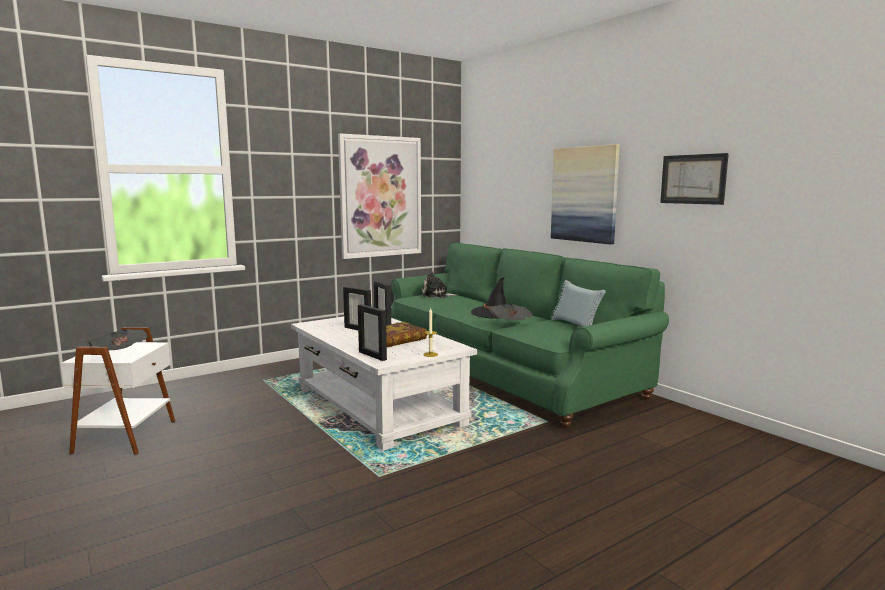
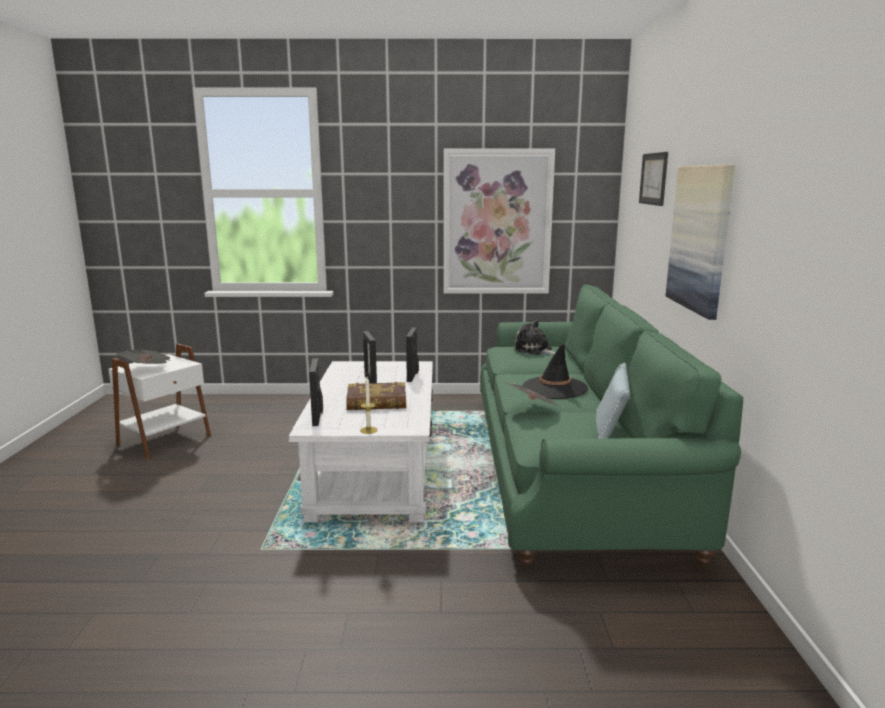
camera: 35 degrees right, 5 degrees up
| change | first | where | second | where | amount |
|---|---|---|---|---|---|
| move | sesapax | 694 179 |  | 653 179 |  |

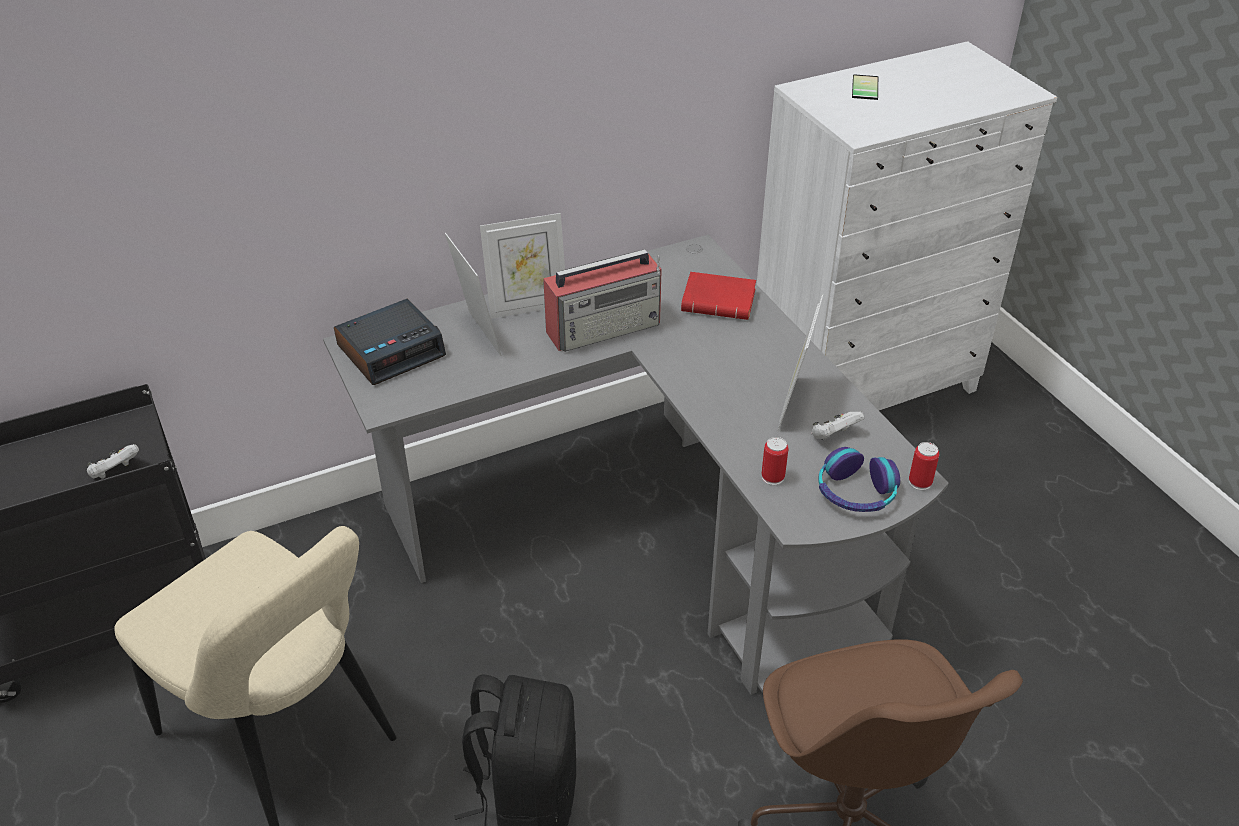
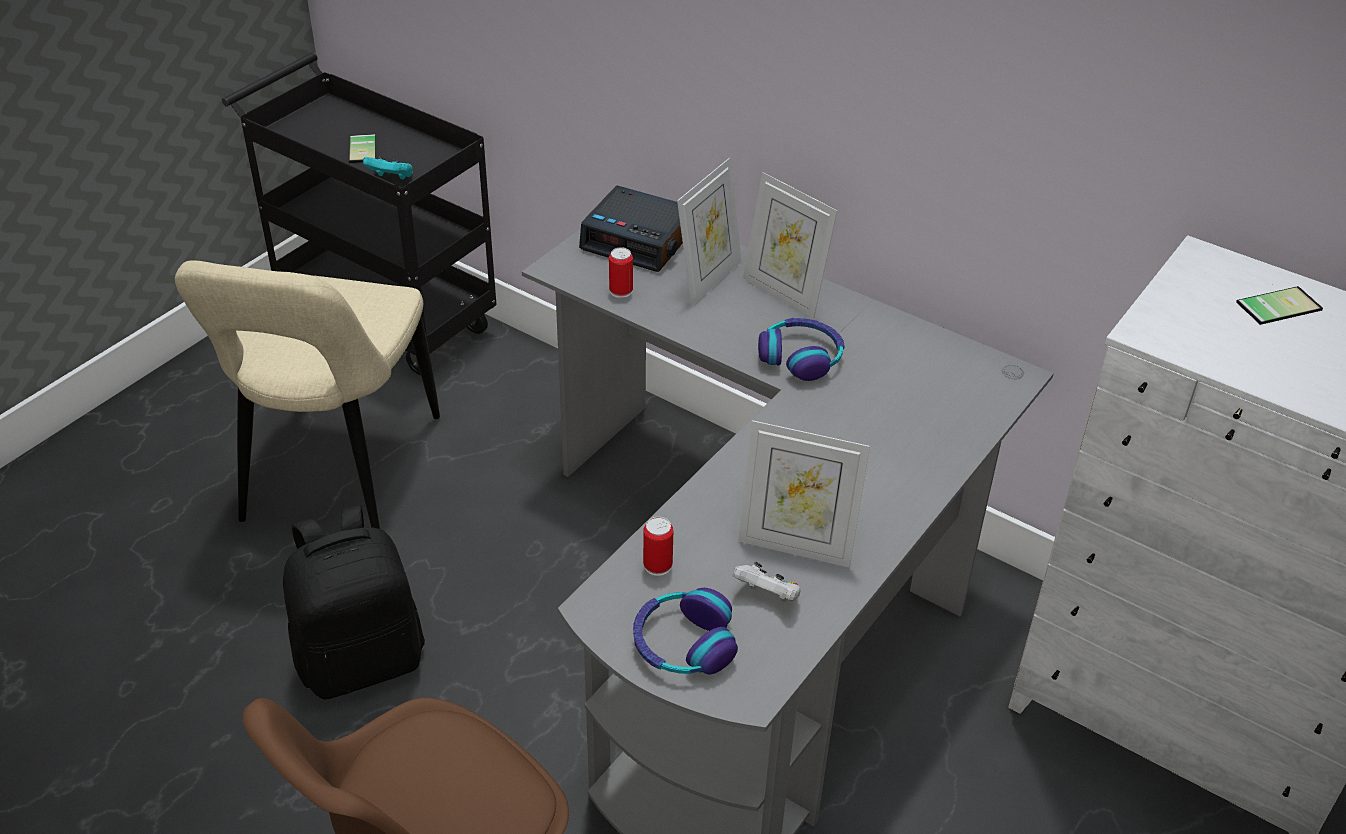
camera: 60 degrees right, 0 degrees up
| change | first | where | second | where | amount |
|---|---|---|---|---|---|
| insert |  |  | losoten | 362 148 |  |
| recolor | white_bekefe | 113 461 | turquoise_bekefe | 388 168 |  |
| move | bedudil | 924 466 |  | 621 272 |  |
| rotate | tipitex | 800 362 |  | 804 494 | 150 degrees counterclockwise |
| replace | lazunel | 602 300 | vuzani | 801 349 |  |
| delete | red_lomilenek | 718 296 |  |  |  |

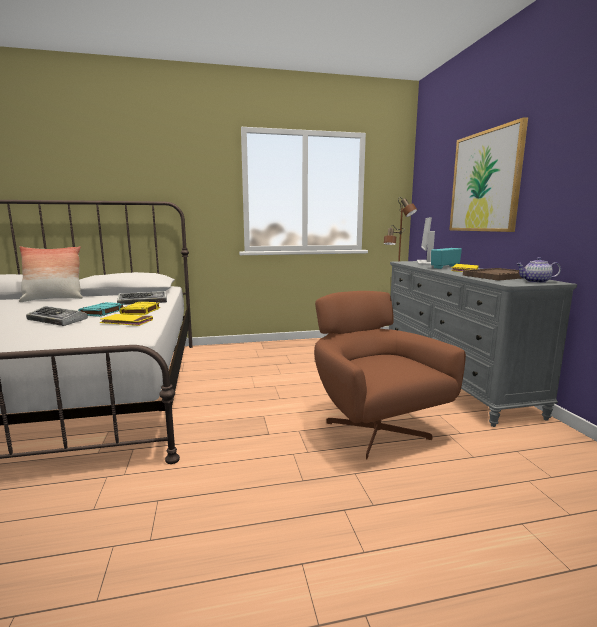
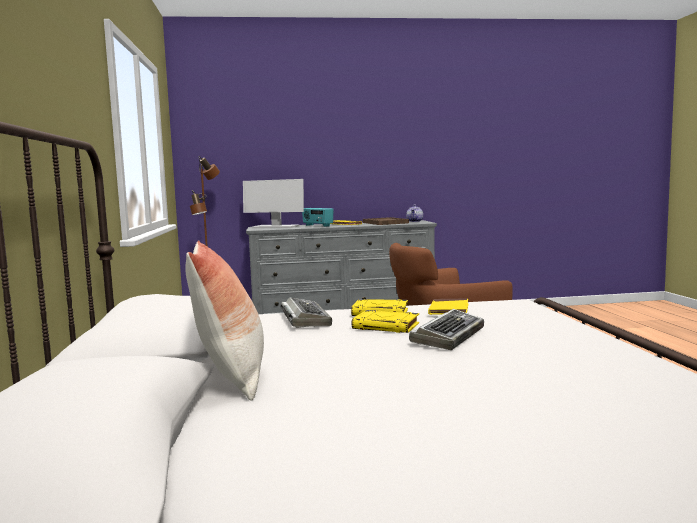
camera: 85 degrees left, 5 degrees down
| change | first | where | second | where | amount |
|---|---|---|---|---|---|
| recolor | turquoise_lomilenek | 101 309 | yellow_lomilenek | 385 321 |  |
| delete | sesapax | 488 174 |  |  |  |

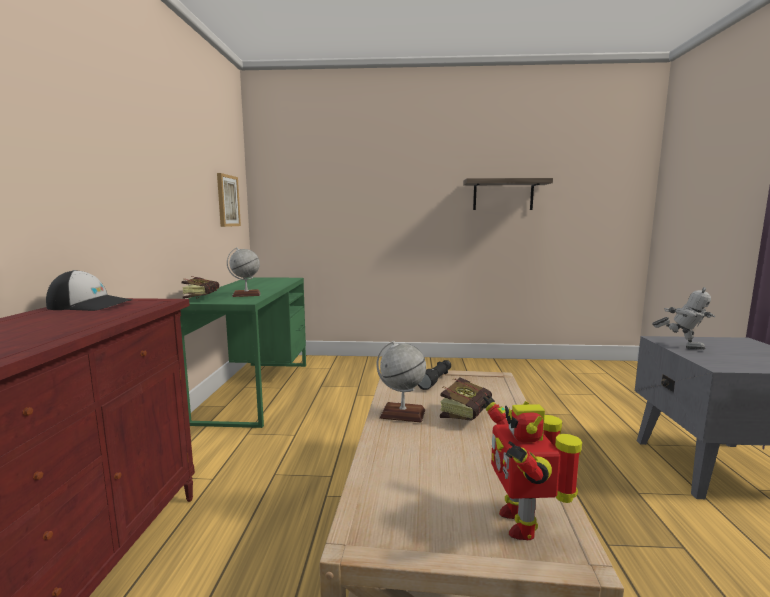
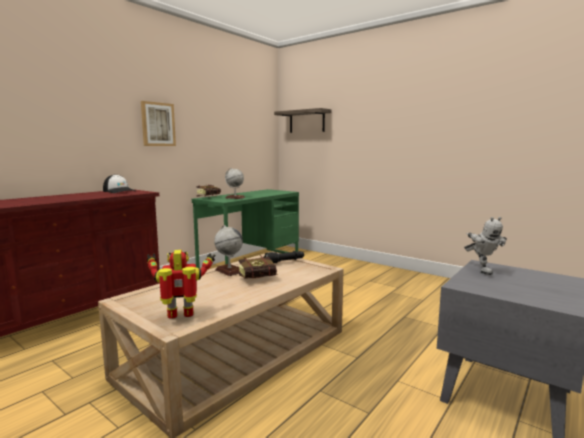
camera: 35 degrees right, 0 degrees up
| change | first | where | second | where | amount |
|---|---|---|---|---|---|
| move | sesapax | 229 200 |  | 158 123 |  |
| rotate | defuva | 532 467 |  | 181 284 | 45 degrees clockwise |
| move | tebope | 508 194 |  | 302 120 |  |

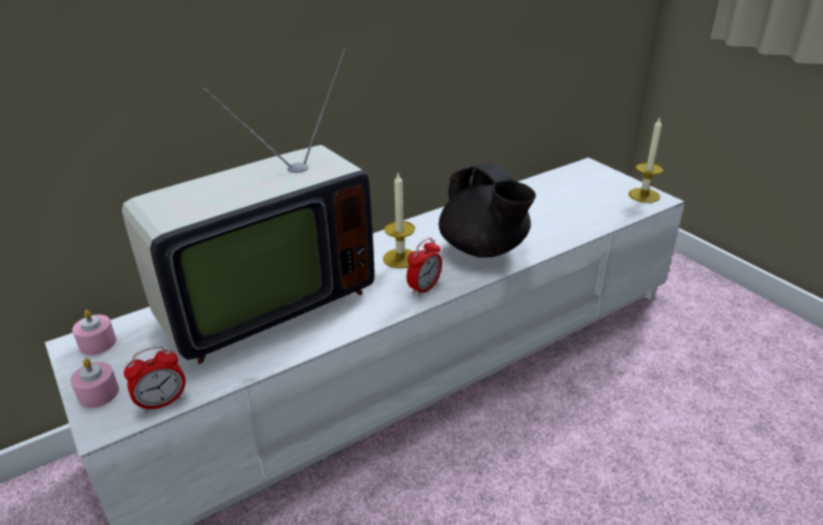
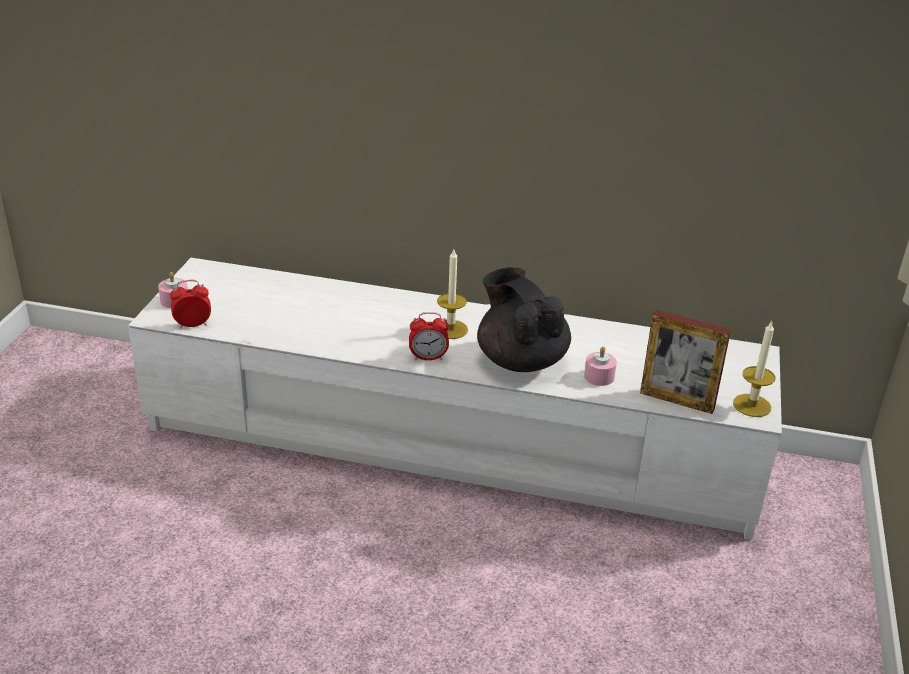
camera: 45 degrees right, 0 degrees up
| change | first | where | second | where | amount |
|---|---|---|---|---|---|
| rotate | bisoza | 155 379 |  | 190 304 | 150 degrees clockwise |
| rotate | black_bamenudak | 487 210 |  | 524 319 | 135 degrees clockwise |
| move | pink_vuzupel | 94 332 |  | 600 366 |  |
| insert |  |  | tipitex | 685 362 |  |
| delete | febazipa | 248 206 |  |  |  |

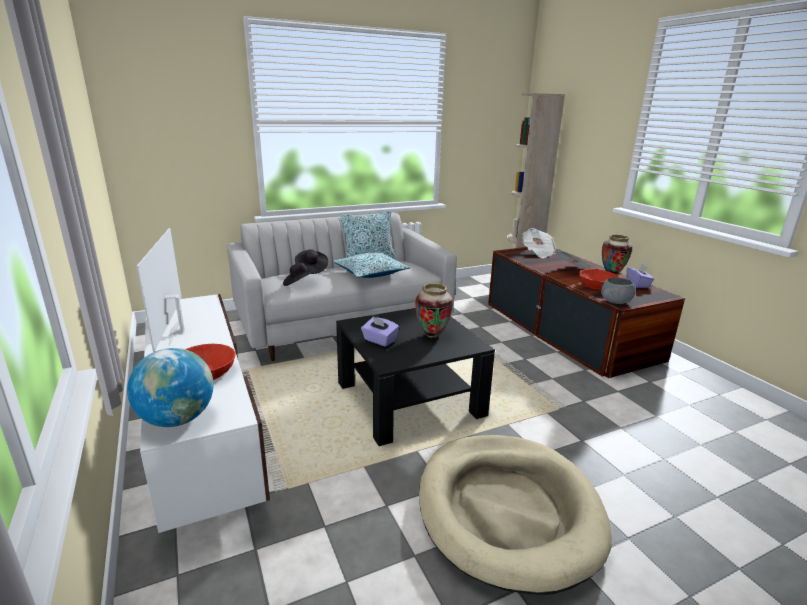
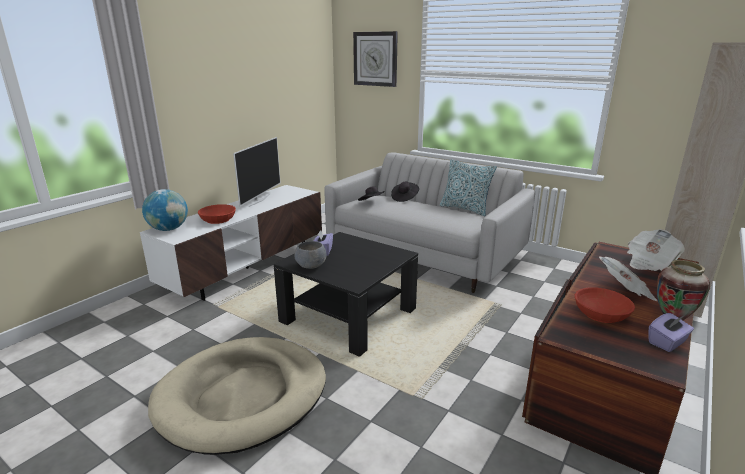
camera: 60 degrees right, 0 degrees up
| change | first | where | second | where | amount |
|---|---|---|---|---|---|
| rotate | febazipa | 160 290 |  | 256 172 | 150 degrees clockwise |
| move | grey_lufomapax | 618 290 |  | 310 255 |  |
| insert |  |  | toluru | 375 59 |  |
| delete | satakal | 371 265 |  |  |  |
| delete | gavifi | 434 310 |  |  |  |

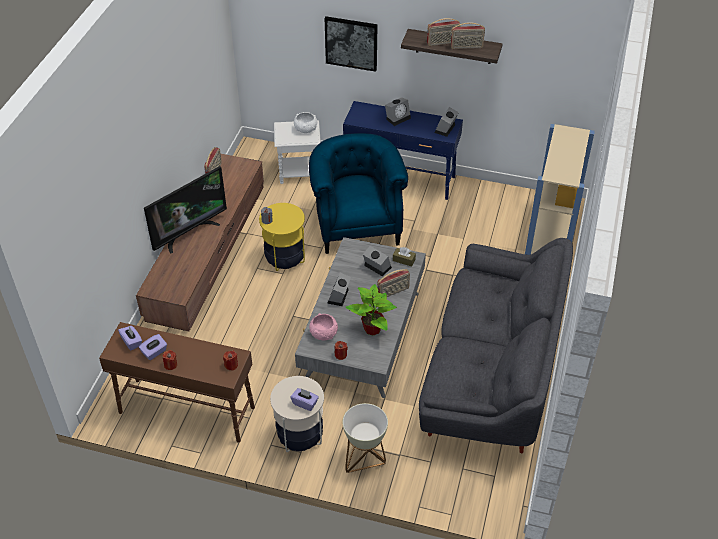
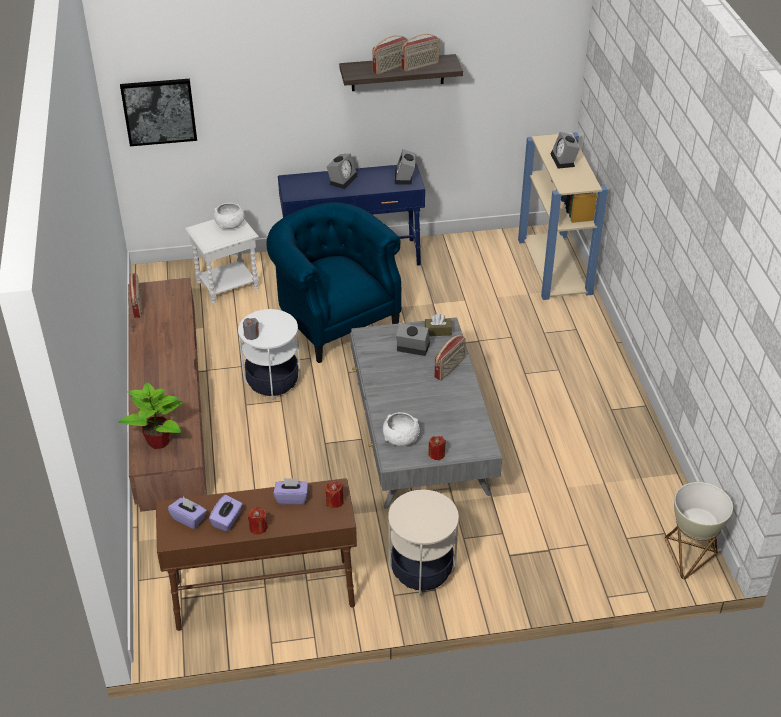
camera: 25 degrees left, 5 degrees down
| change | first | where | second | where | amount |
|---|---|---|---|---|---|
| move | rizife | 371 309 |  | 151 415 |  |
| move | sesapax | 351 44 |  | 158 112 |  |
| recolor | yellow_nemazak | 282 237 | white_nemazak | 269 354 |  |
| move | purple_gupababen | 304 399 |  | 290 491 |  |
| recolor | pink_lufomapax | 323 326 | white_lufomapax | 401 429 |  |
| move | bisoza | 339 289 |  | 565 150 |  |
| move | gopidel | 365 438 |  | 699 530 |  |
| delete | febazipa | 185 210 |  |  |  |
| delete | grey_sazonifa | 496 346 |  |  |  |

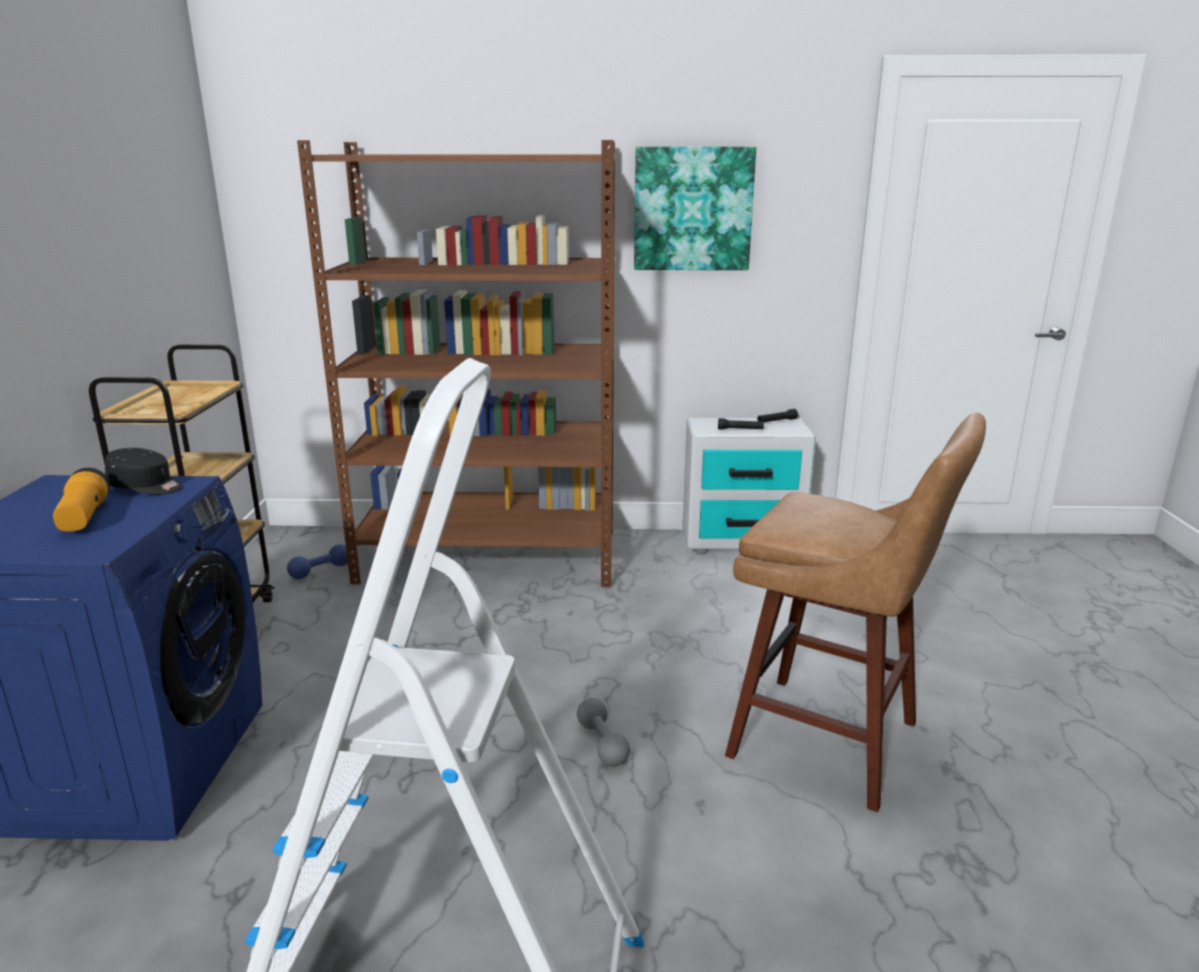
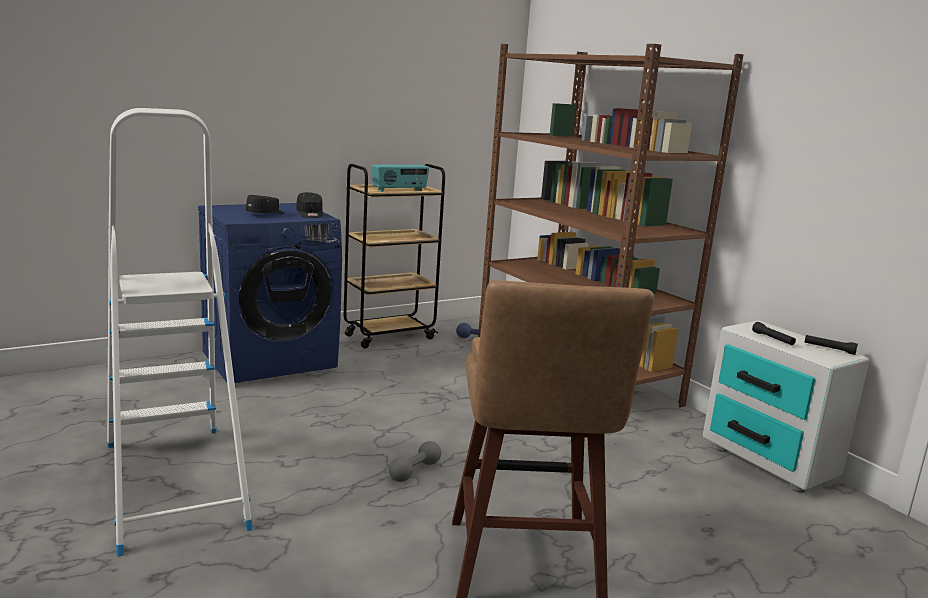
camera: 55 degrees right, 5 degrees down
| change | first | where | second | where | amount |
|---|---|---|---|---|---|
| replace | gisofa | 81 500 | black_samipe | 265 204 |  |
| insert |  |  | lazunel | 400 178 |  |
| delete | sesapax | 695 208 |  |  |  |

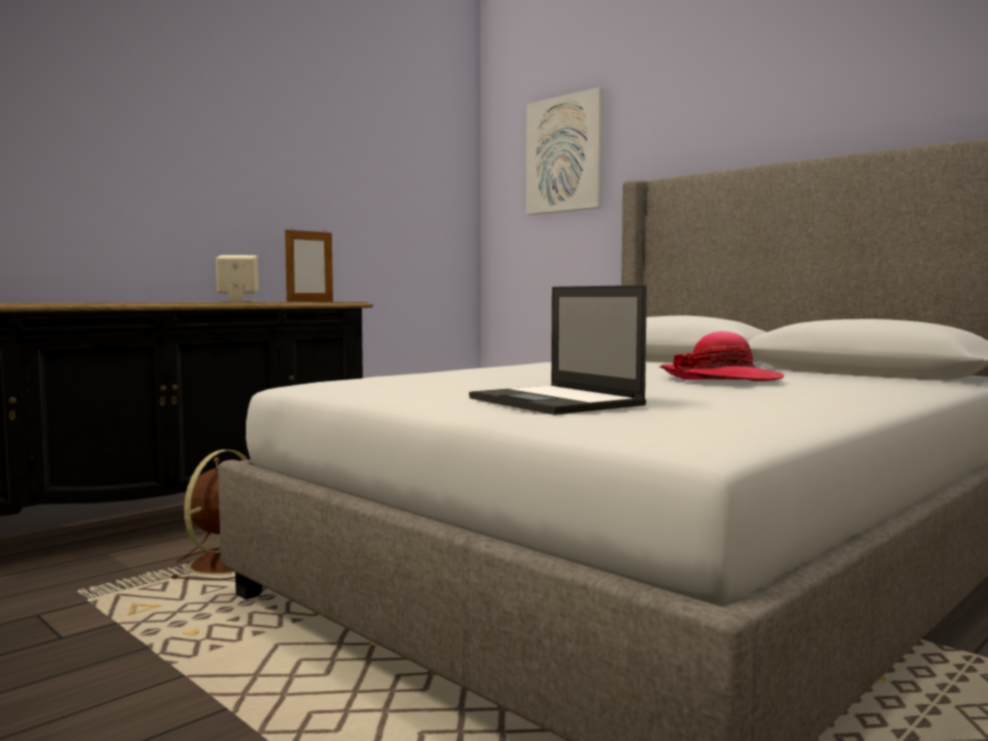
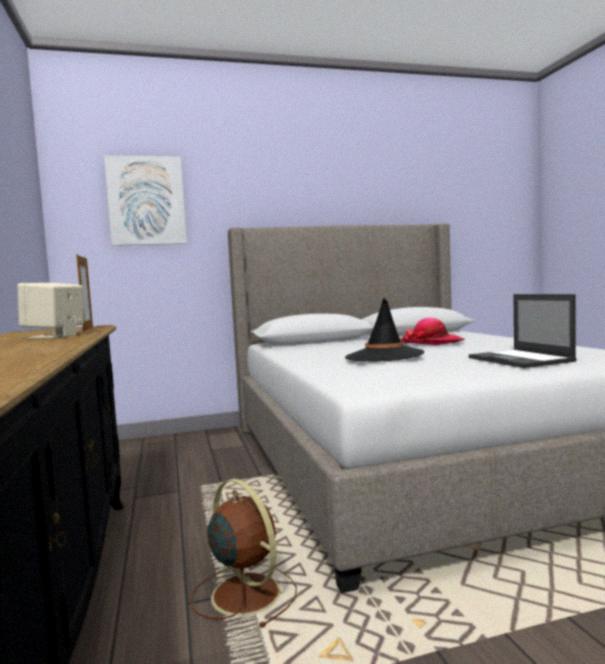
camera: 60 degrees left, 0 degrees up
| change | first | where | second | where | amount |
|---|---|---|---|---|---|
| insert |  |  | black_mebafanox | 384 330 |  |
| rotate | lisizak | 558 350 |  | 523 331 | 75 degrees clockwise |

